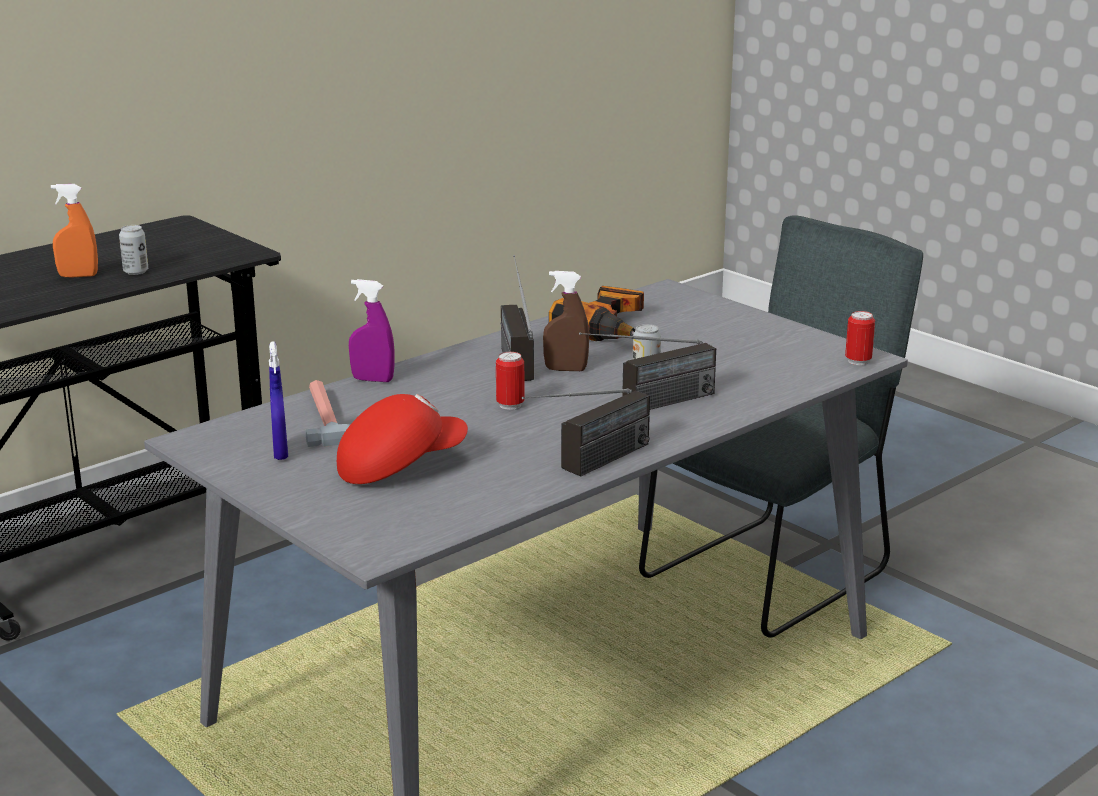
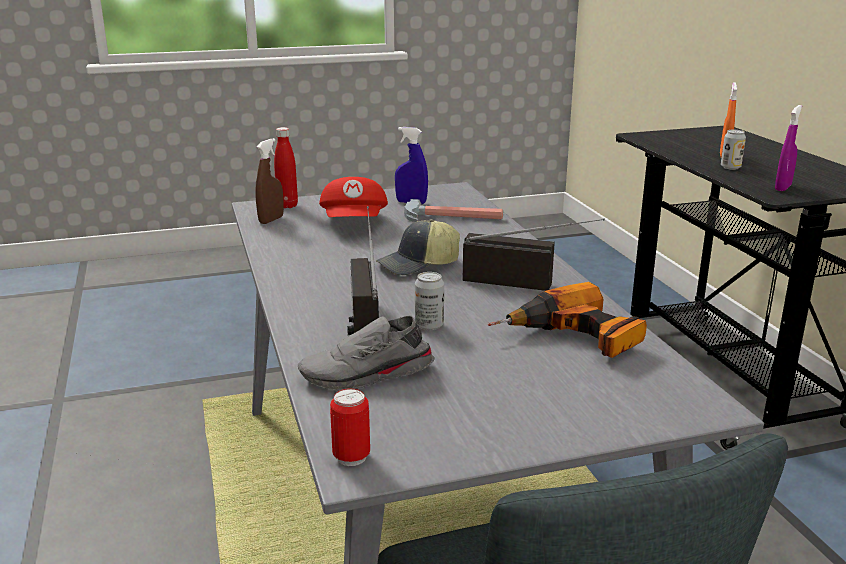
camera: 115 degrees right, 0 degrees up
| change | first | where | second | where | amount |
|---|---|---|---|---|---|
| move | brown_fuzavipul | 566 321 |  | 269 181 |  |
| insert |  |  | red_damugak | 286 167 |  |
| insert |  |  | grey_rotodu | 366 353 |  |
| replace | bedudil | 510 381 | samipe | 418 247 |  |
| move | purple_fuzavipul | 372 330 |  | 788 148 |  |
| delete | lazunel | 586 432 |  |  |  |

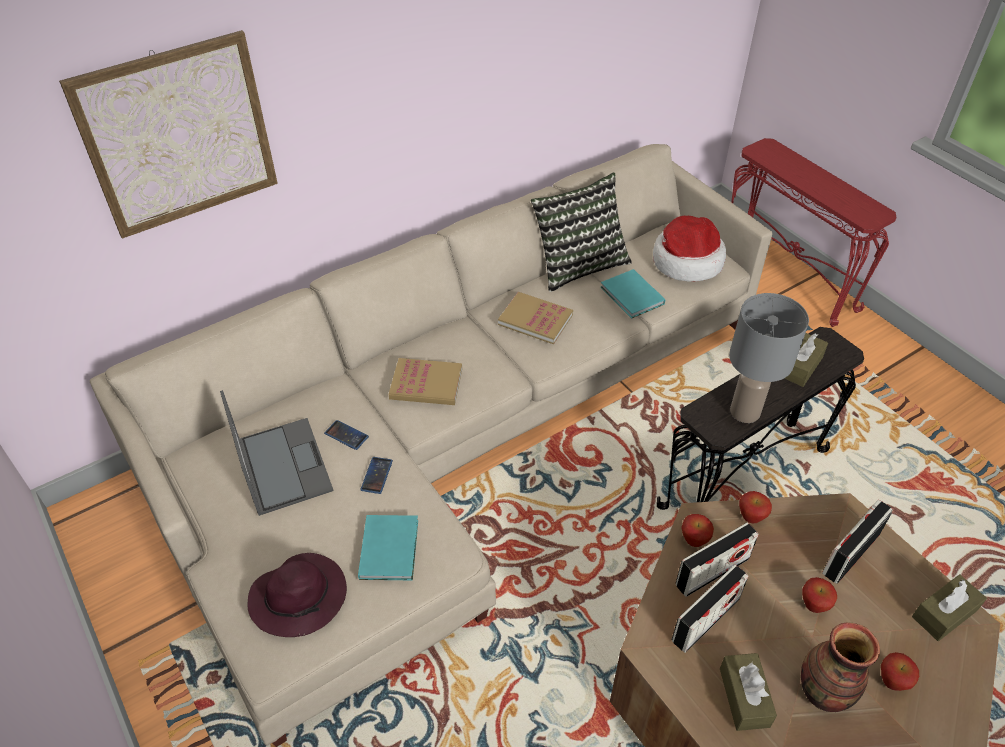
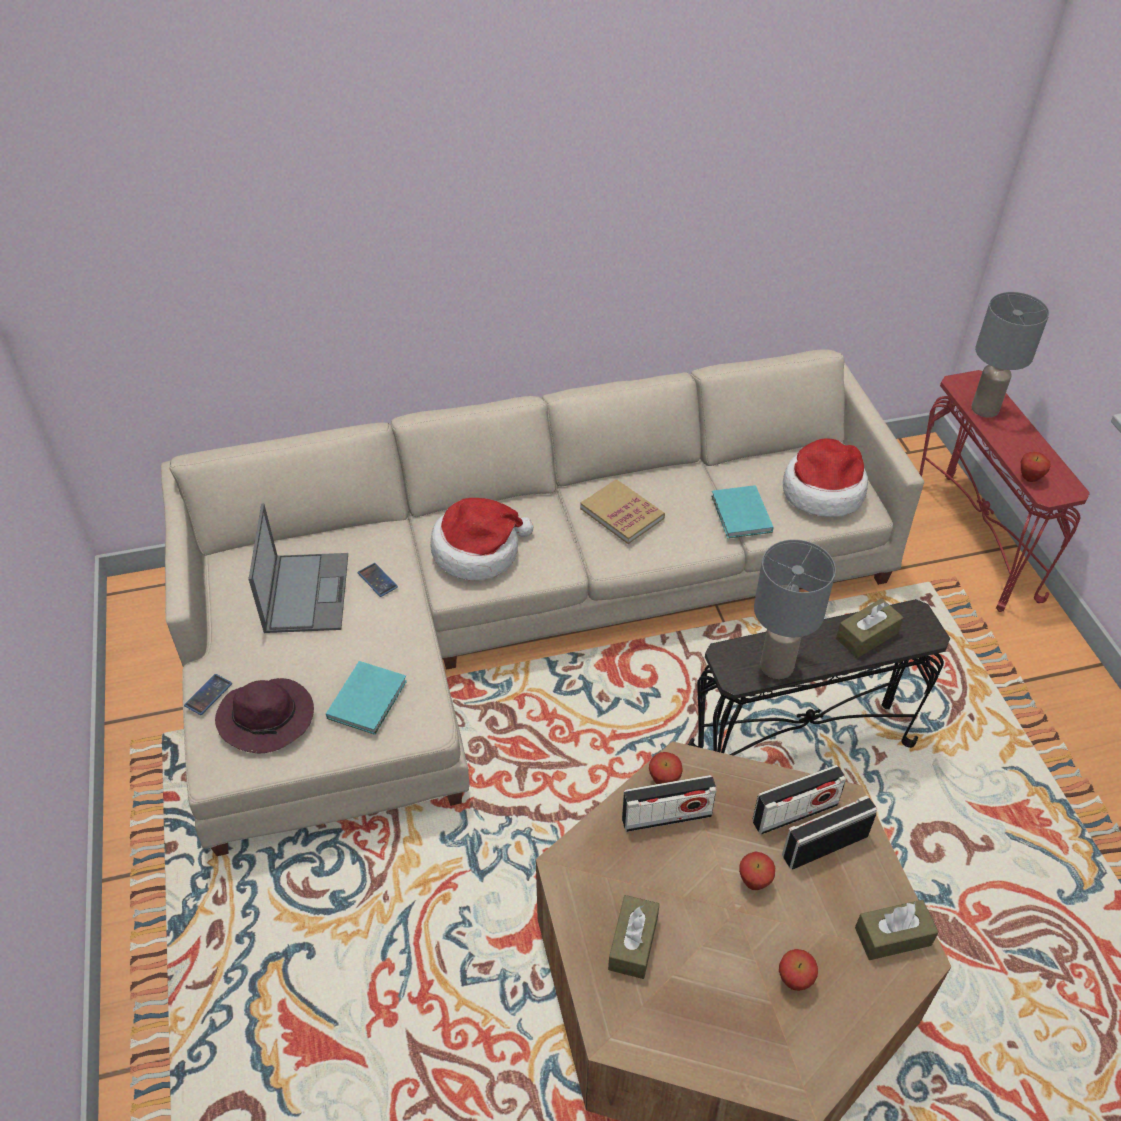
camera: 20 degrees right, 0 degrees up
| change | first | where | second | where | amount |
|---|---|---|---|---|---|
| move | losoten | 376 475 |  | 208 694 |  |
| replace | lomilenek | 425 381 | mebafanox | 481 539 |  |
| move | lazunel | 710 609 |  | 799 800 |  |
| insert |  |  | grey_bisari | 1010 354 |  |
| move | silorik | 755 507 |  | 1036 467 |  |
| delete | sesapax | 168 134 |  |  |  |
| delete | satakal | 581 232 |  |  |  |
| delete | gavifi | 840 667 |  |  |  |

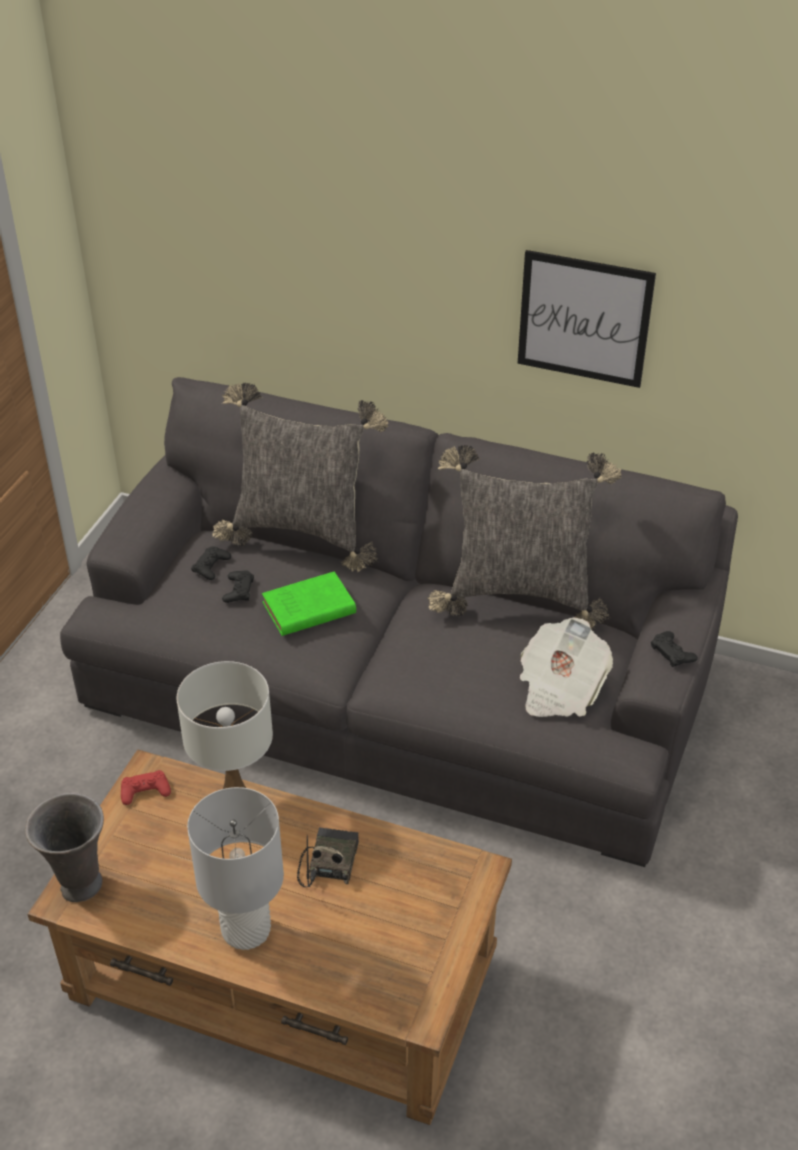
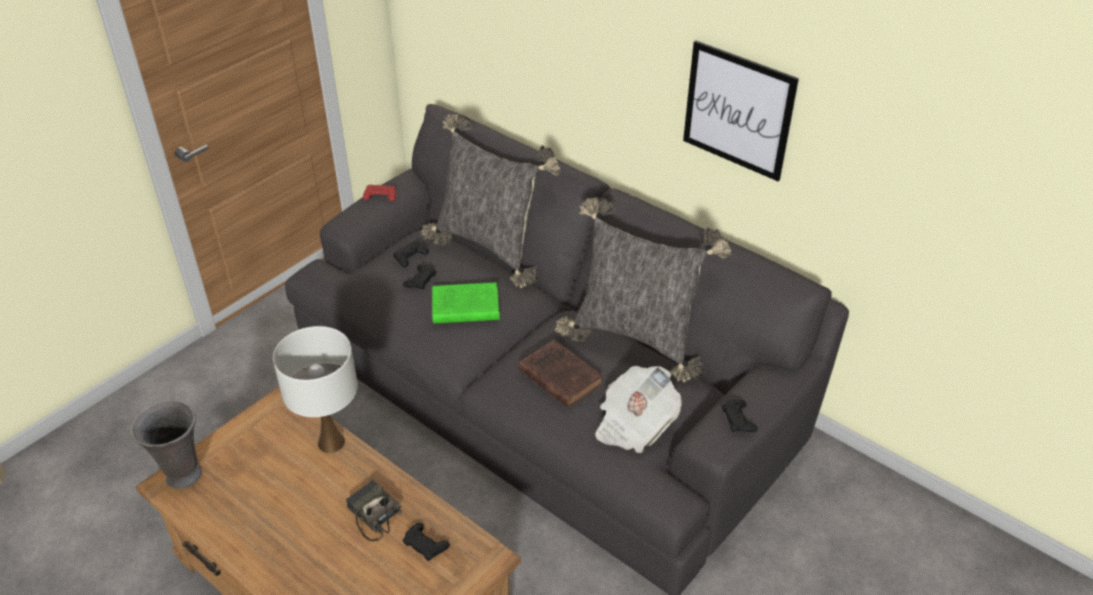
camera: 20 degrees right, 0 degrees up
| change | first | where | second | where | amount |
|---|---|---|---|---|---|
| rotate | lazunel | 328 857 |  | 374 510 | 75 degrees counterclockwise |
| move | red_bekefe | 146 787 |  | 379 193 |  |
| insert |  |  | black_bekefe | 426 542 |  |
| insert |  |  | brown_lomilenek | 560 374 |  |
| delete | grey_bisari | 235 868 |  |  |  |

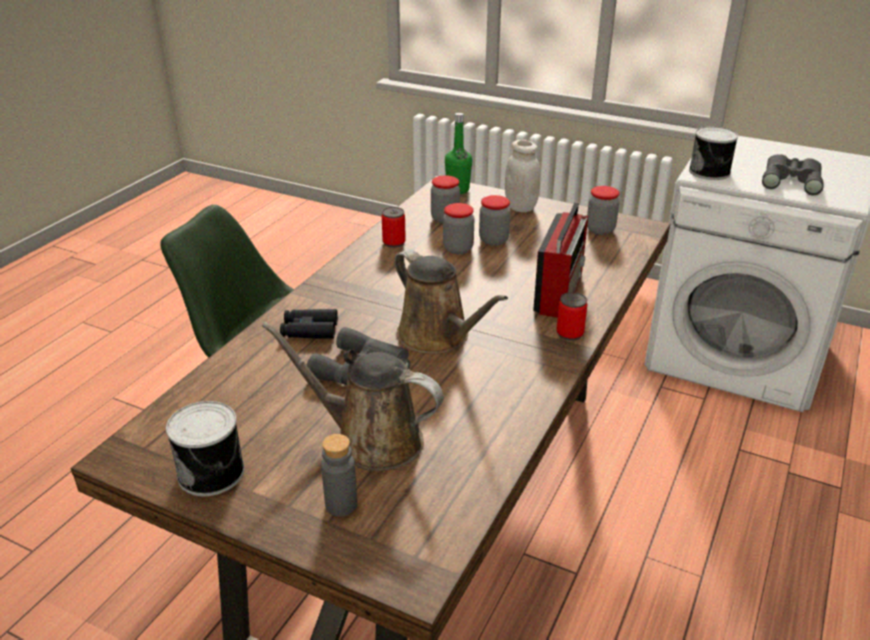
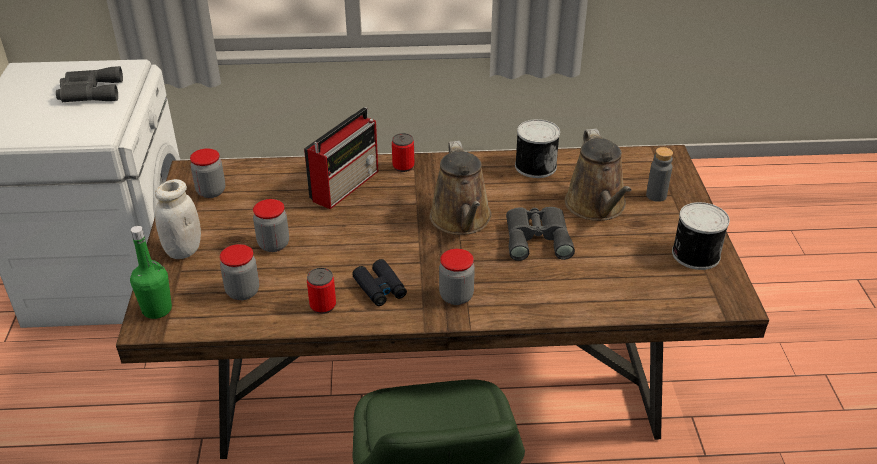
camera: 120 degrees left, 5 degrees up
| change | first | where | second | where | amount |
|---|---|---|---|---|---|
| rotate | lazunel | 560 260 |  | 341 158 | 135 degrees clockwise |
| move | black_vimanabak | 309 324 |  | 379 282 |  |
| rotate | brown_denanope | 451 301 |  | 461 188 | 150 degrees clockwise |
| move | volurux | 458 228 |  | 457 277 |  |
| move | bedudil | 713 153 |  | 537 148 |  |

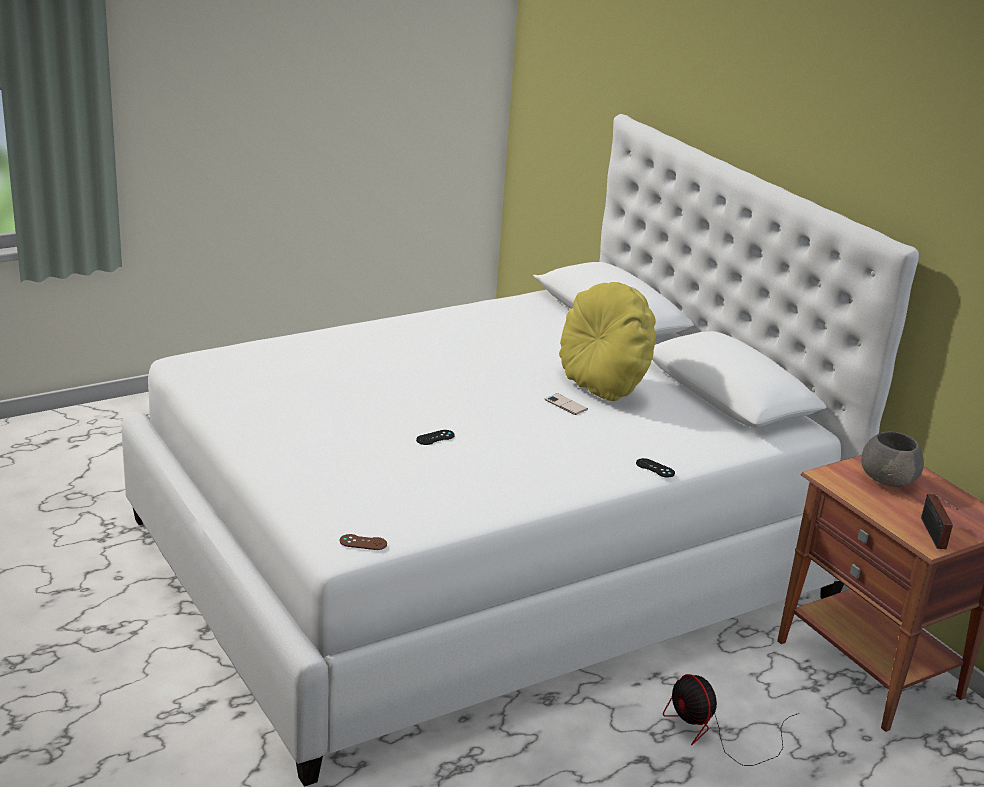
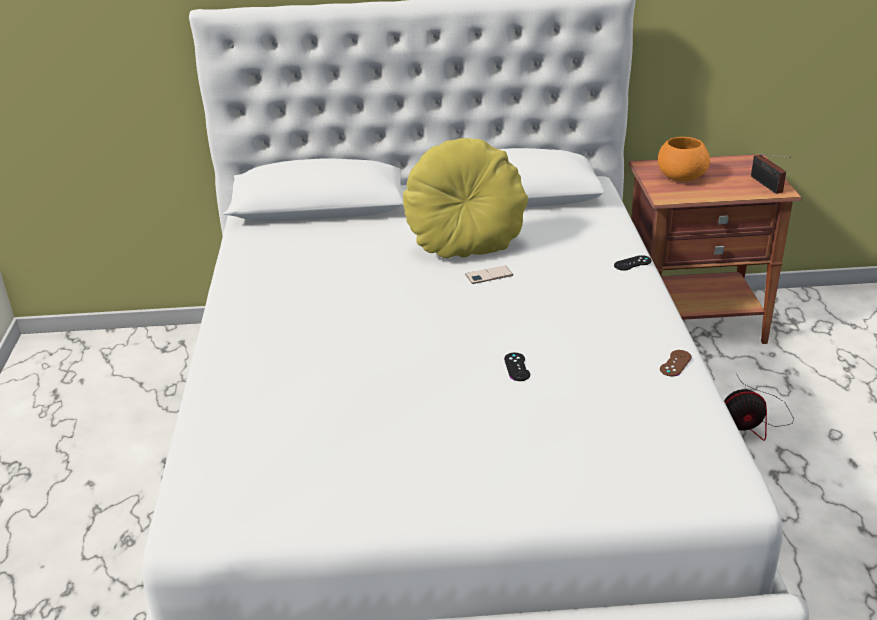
camera: 60 degrees left, 5 degrees up
| change | first | where | second | where | amount |
|---|---|---|---|---|---|
| recolor | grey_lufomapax | 892 459 | orange_lufomapax | 684 159 |  |
| move | brown_bekefe | 363 542 |  | 676 363 |  |
| rotate | lazunel | 939 521 |  | 771 174 | 45 degrees clockwise |

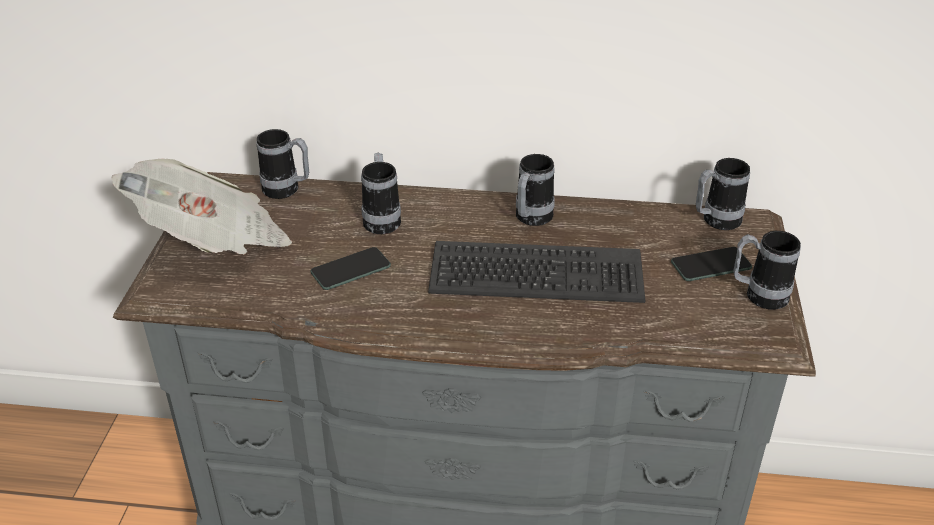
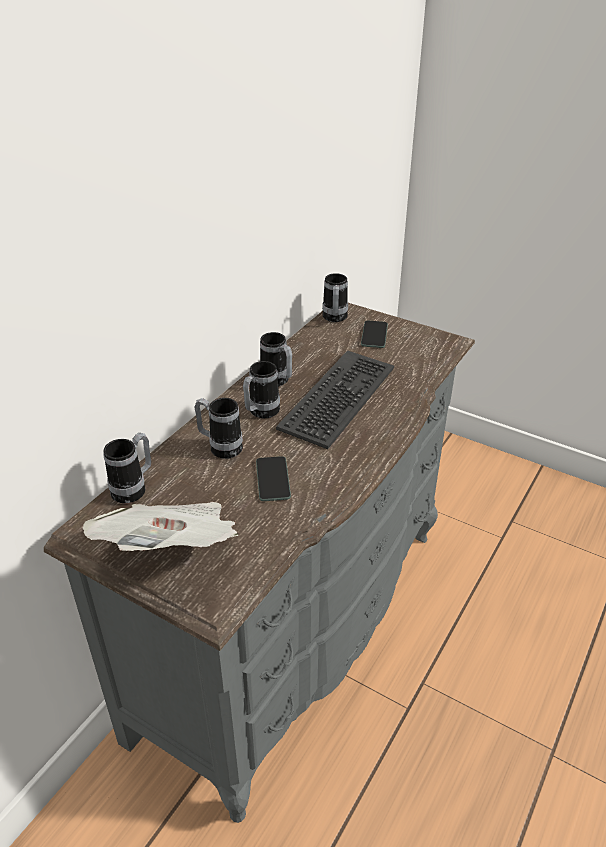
camera: 65 degrees left, 0 degrees up
| change | first | where | second | where | amount |
|---|---|---|---|---|---|
| move | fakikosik | 767 270 |  | 261 389 |  |

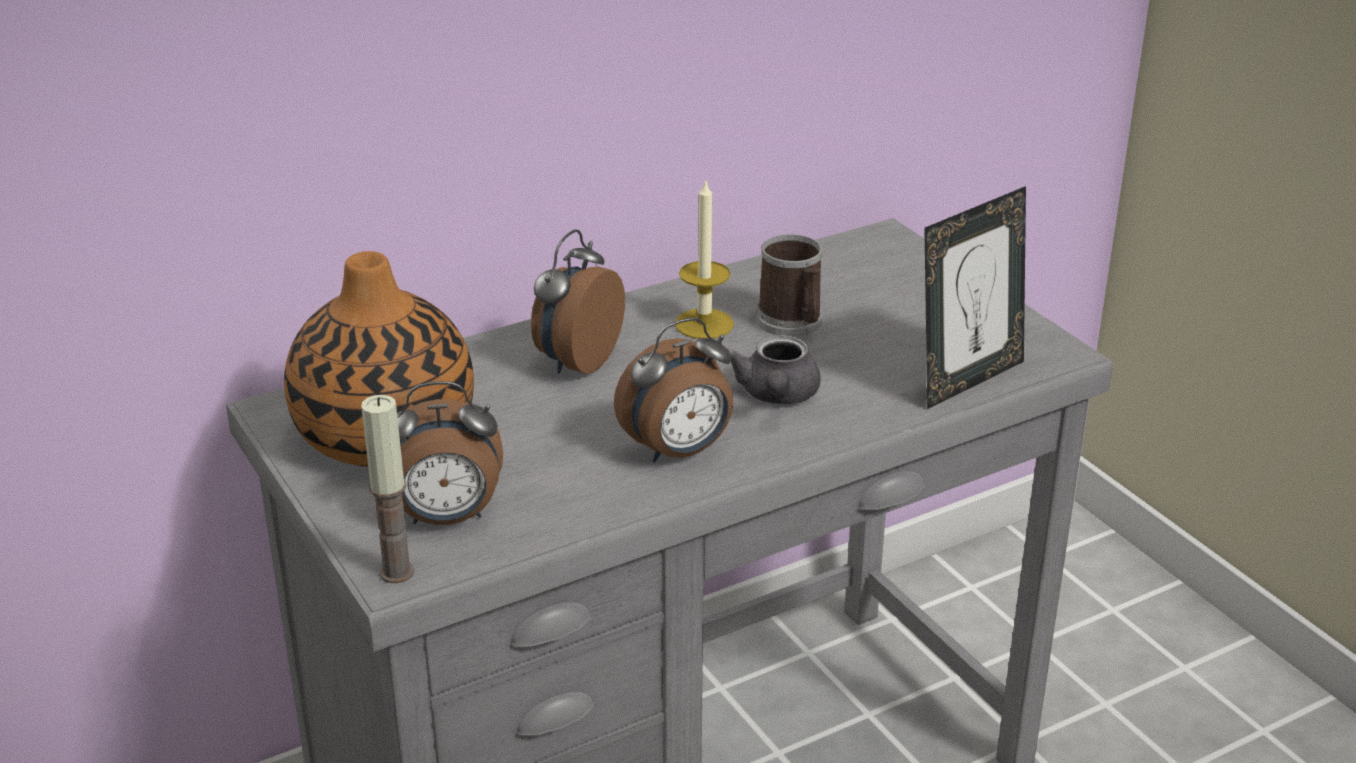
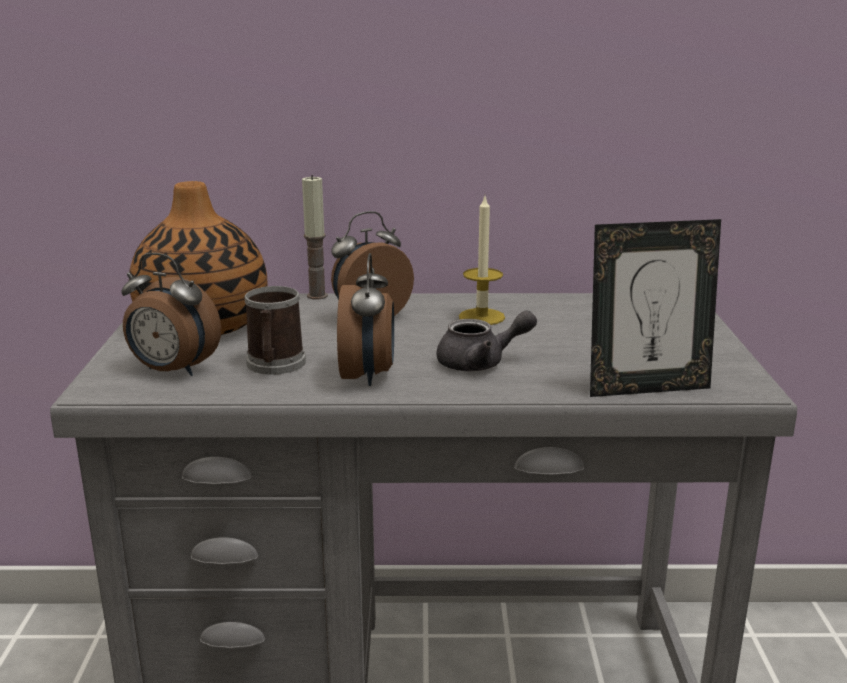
camera: 30 degrees right, 10 degrees down
| change | first | where | second | where | amount |
|---|---|---|---|---|---|
| move | fakikosik | 789 285 |  | 275 330 |  |
| move | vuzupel | 388 489 |  | 315 237 |  |
| rotate | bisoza | 673 390 |  | 365 319 | 90 degrees counterclockwise |
| rotate | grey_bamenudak | 774 369 |  | 486 340 | 135 degrees counterclockwise |

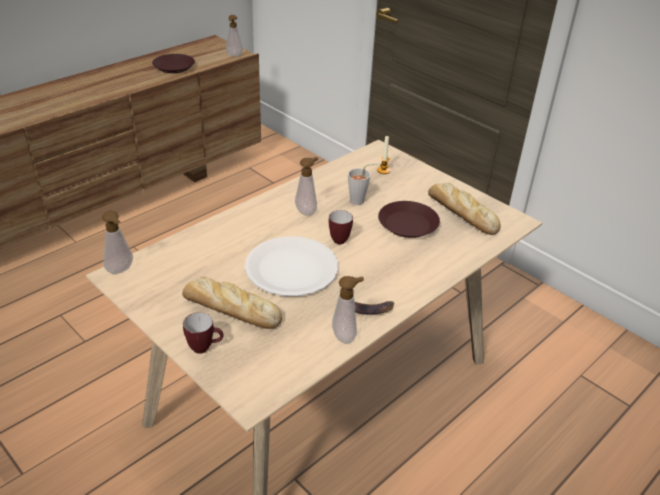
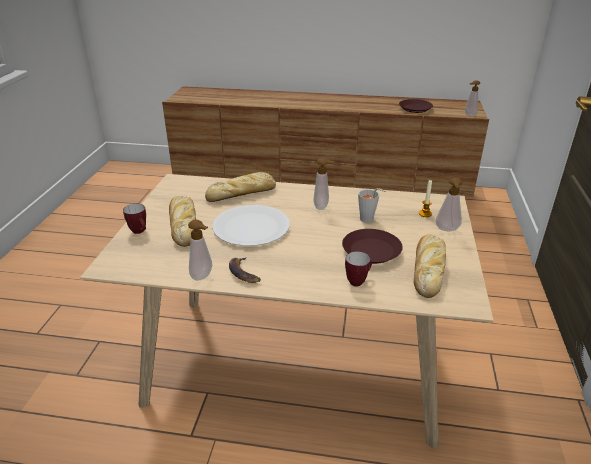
camera: 55 degrees right, 5 degrees down
| change | first | where | second | where | amount |
|---|---|---|---|---|---|
| insert |  |  | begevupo | 240 187 |  |
| move | fakikosik | 341 227 |  | 358 269 |  |
| move | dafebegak | 117 242 |  | 448 204 |  |

